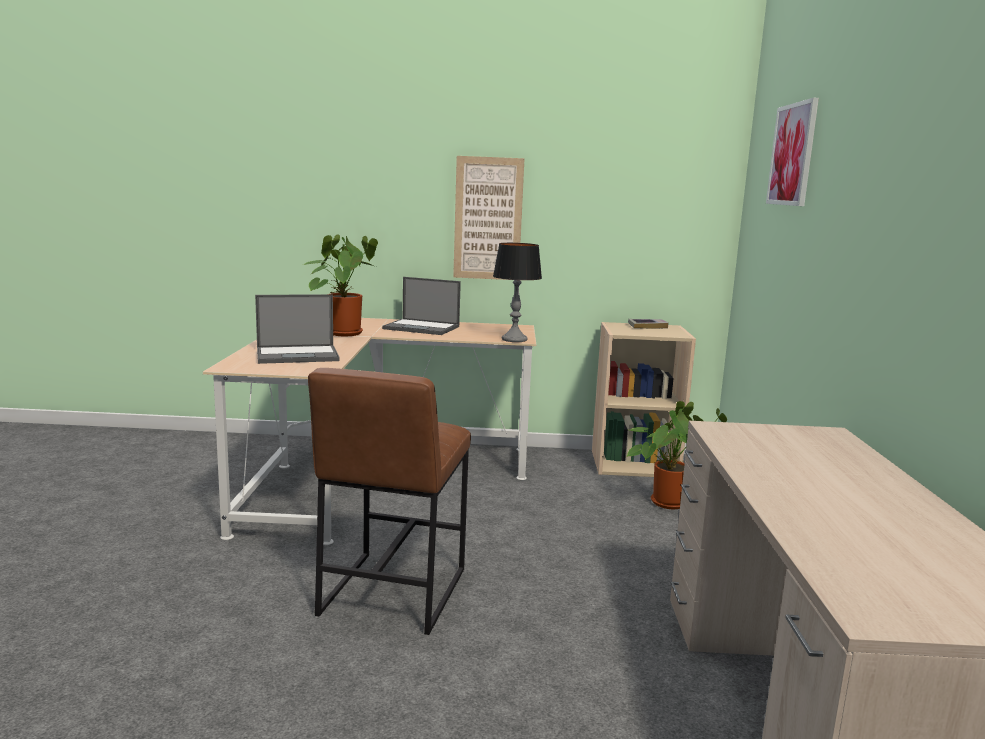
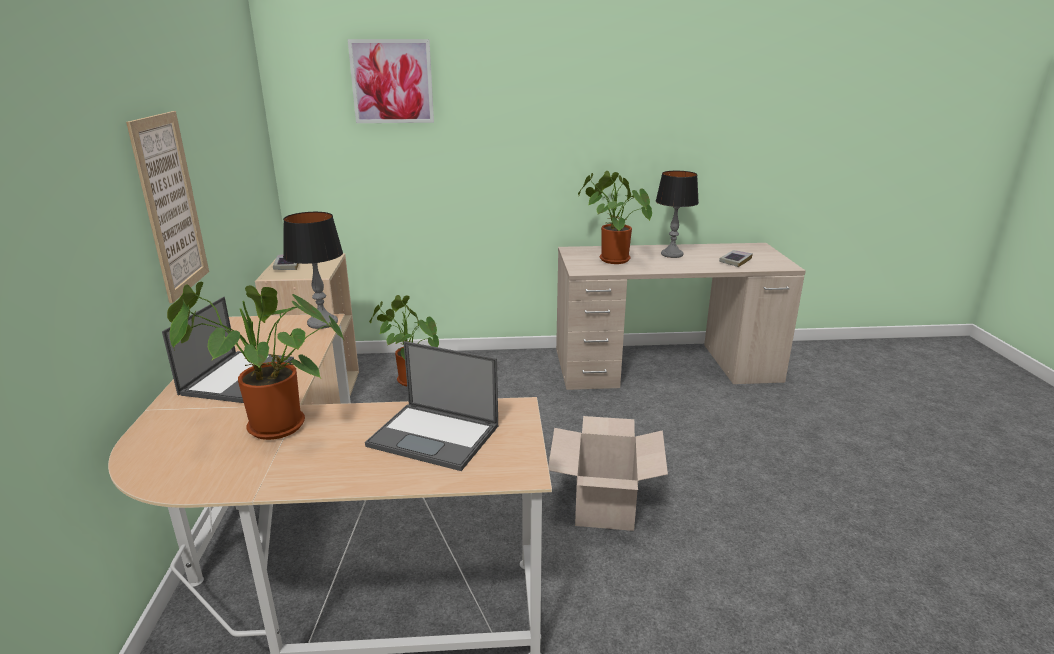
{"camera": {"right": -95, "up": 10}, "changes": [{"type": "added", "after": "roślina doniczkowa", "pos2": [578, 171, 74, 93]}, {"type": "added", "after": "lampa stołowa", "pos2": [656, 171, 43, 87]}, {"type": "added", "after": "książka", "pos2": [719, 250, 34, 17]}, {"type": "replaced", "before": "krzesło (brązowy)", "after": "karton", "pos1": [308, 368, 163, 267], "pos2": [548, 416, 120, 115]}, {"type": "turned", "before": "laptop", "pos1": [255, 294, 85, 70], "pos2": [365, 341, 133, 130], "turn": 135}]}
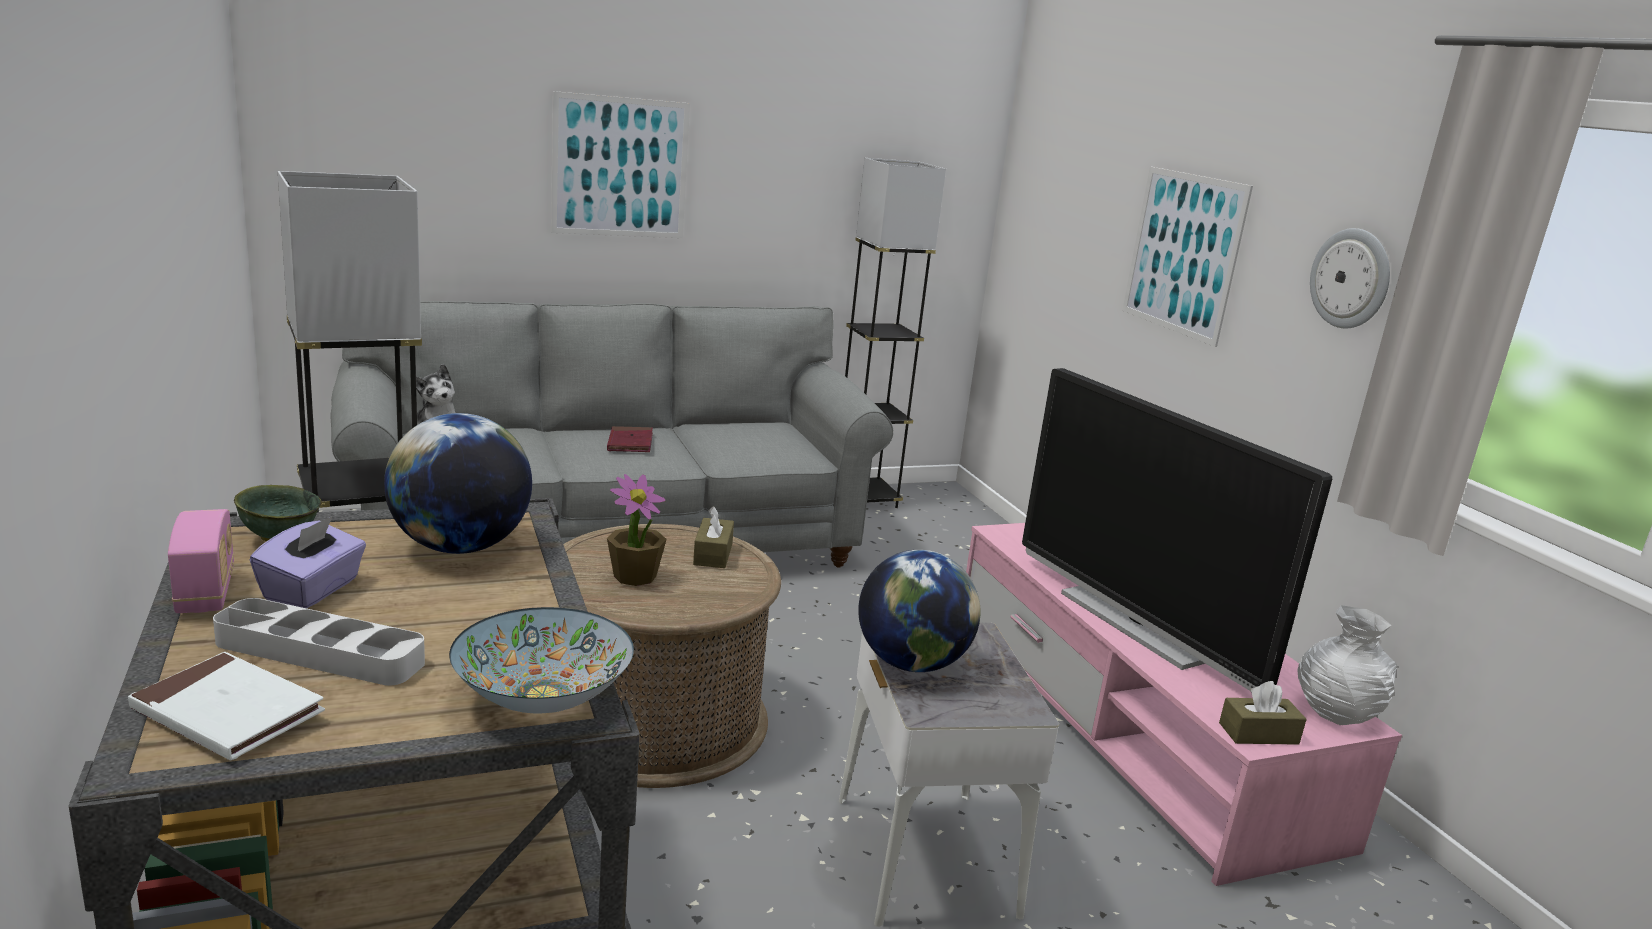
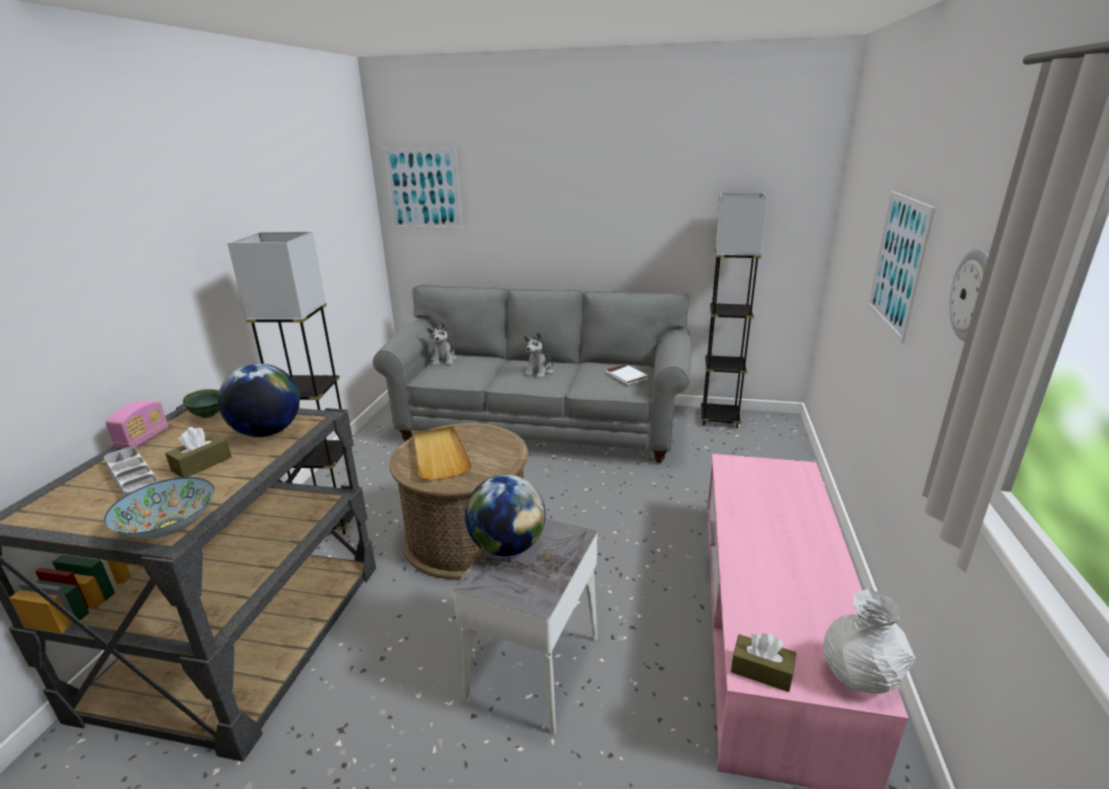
{"camera": {"right": 35, "up": 5}, "changes": [{"type": "removed", "before": "pudełko chusteczek (fioletowy)", "pos1": [250, 515, 116, 93]}, {"type": "removed", "before": "telewizor", "pos1": [1022, 368, 310, 323]}, {"type": "moved", "before": "książka (biały)", "pos1": [128, 652, 197, 108], "pos2": [606, 364, 42, 20]}, {"type": "moved", "before": "obraz", "pos1": [551, 91, 139, 147], "pos2": [382, 148, 80, 82]}, {"type": "moved", "before": "pudełko chusteczek (brązowy)", "pos1": [693, 506, 41, 62], "pos2": [165, 427, 67, 51]}, {"type": "replaced", "before": "książka (czerwony)", "after": "pluszak", "pos1": [607, 426, 46, 26], "pos2": [524, 332, 30, 46]}, {"type": "replaced", "before": "roślina doniczkowa", "after": "taca (beżowy)", "pos1": [607, 474, 60, 112], "pos2": [413, 426, 59, 54]}]}
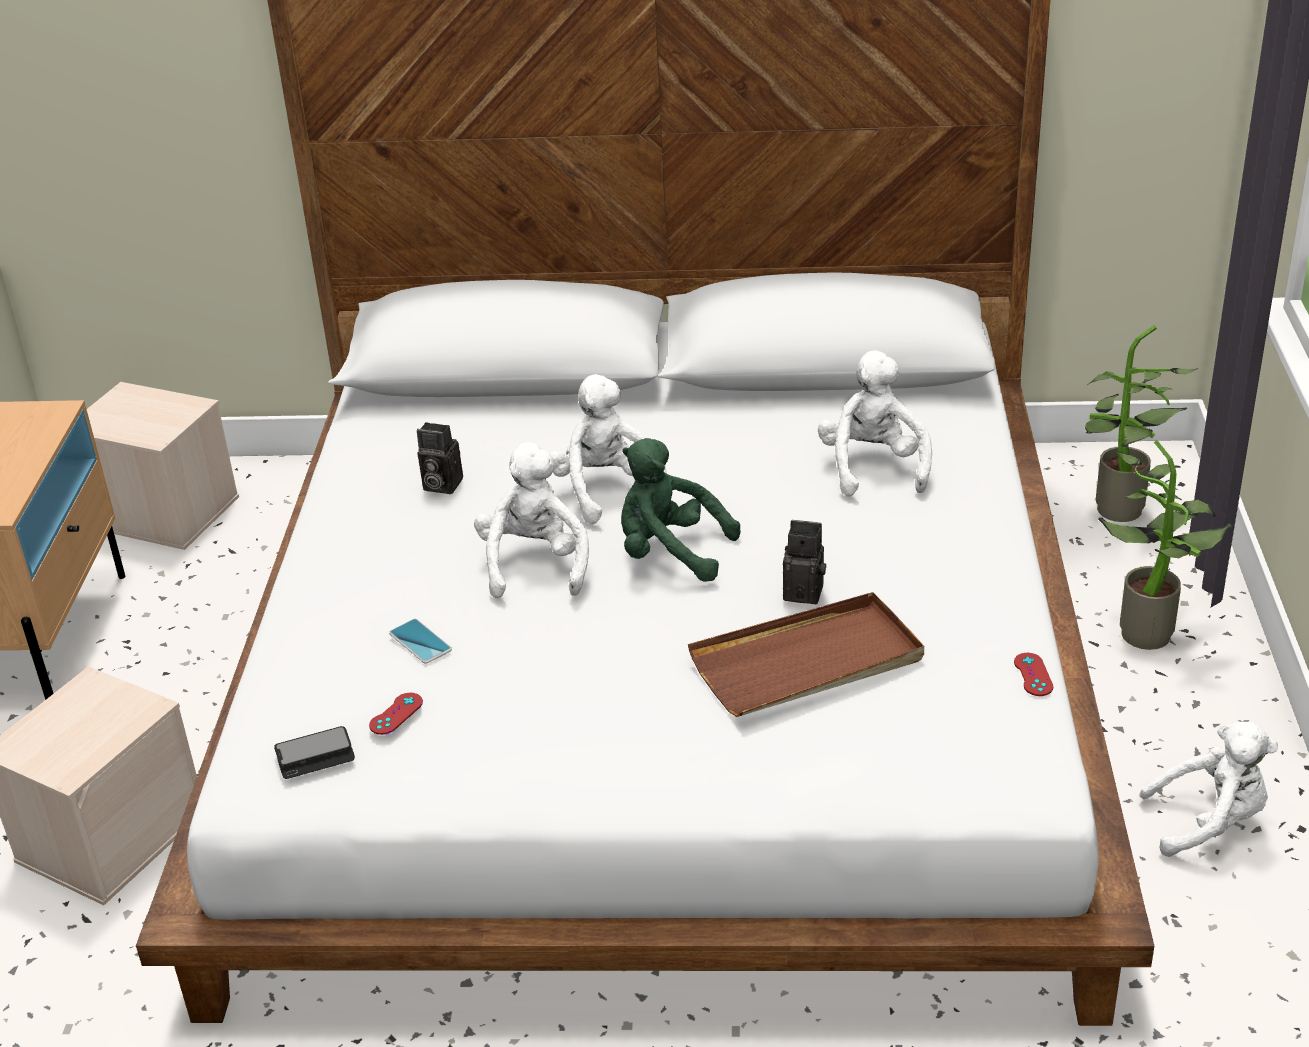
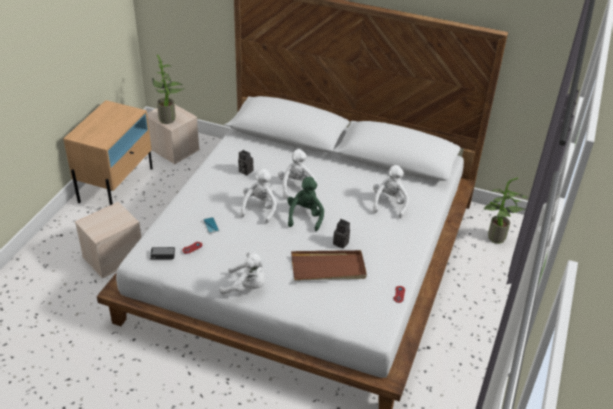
{"camera": {"right": 15, "up": 5}, "changes": [{"type": "moved", "before": "roślina doniczkowa", "pos1": [1098, 440, 133, 210], "pos2": [152, 54, 33, 70]}, {"type": "moved", "before": "pluszak (biały)", "pos1": [1139, 721, 139, 136], "pos2": [219, 252, 46, 42]}, {"type": "turned", "before": "pluszak (zielony)", "pos1": [621, 438, 119, 144], "pos2": [287, 177, 37, 54], "turn": 60}]}
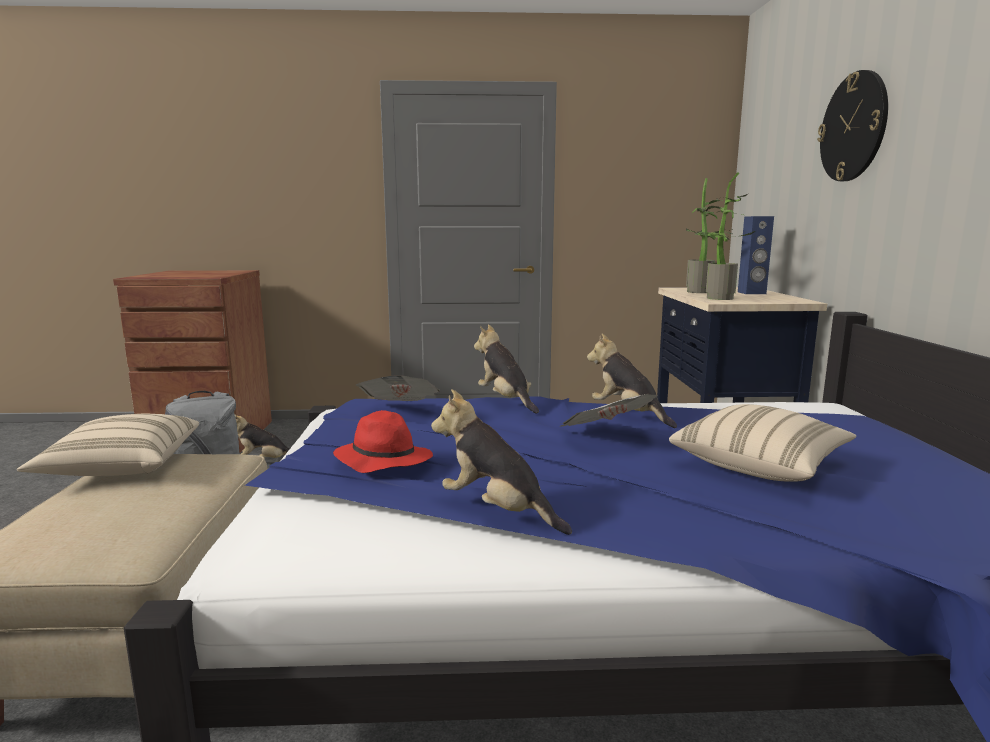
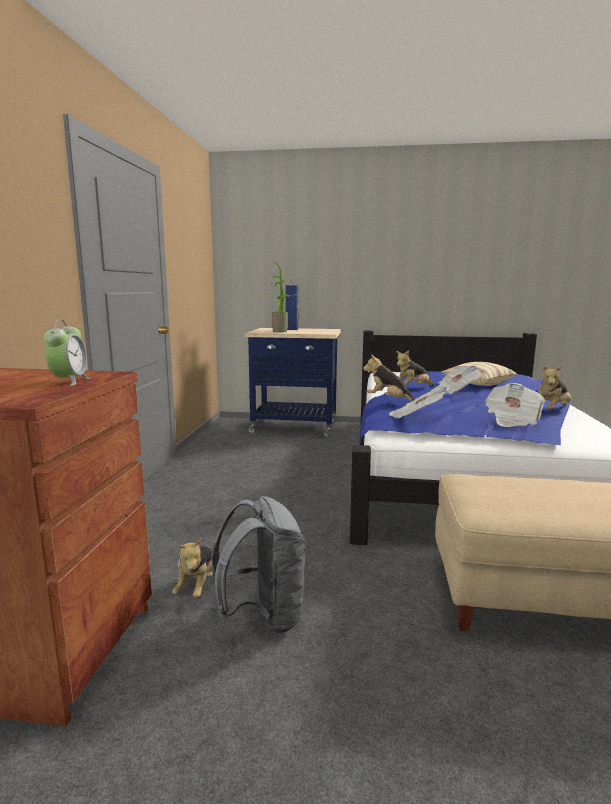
{"camera": {"right": -80, "up": 0}, "changes": [{"type": "removed", "before": "poduszka (beżowy)", "pos1": [17, 414, 182, 62]}, {"type": "removed", "before": "roślina doniczkowa", "pos1": [688, 172, 68, 128]}, {"type": "removed", "before": "zegar ścienny", "pos1": [817, 70, 71, 111]}, {"type": "added", "after": "budzik", "pos2": [44, 319, 46, 67]}, {"type": "replaced", "before": "kapelusz (czerwony)", "after": "gazeta", "pos1": [333, 410, 100, 63], "pos2": [485, 383, 60, 44]}, {"type": "turned", "before": "pluszak", "pos1": [474, 324, 65, 89], "pos2": [363, 355, 52, 47], "turn": 60}]}
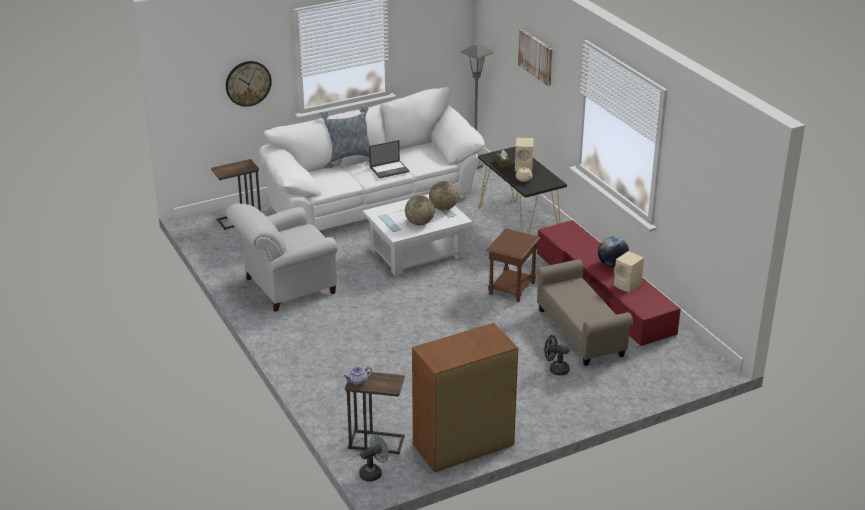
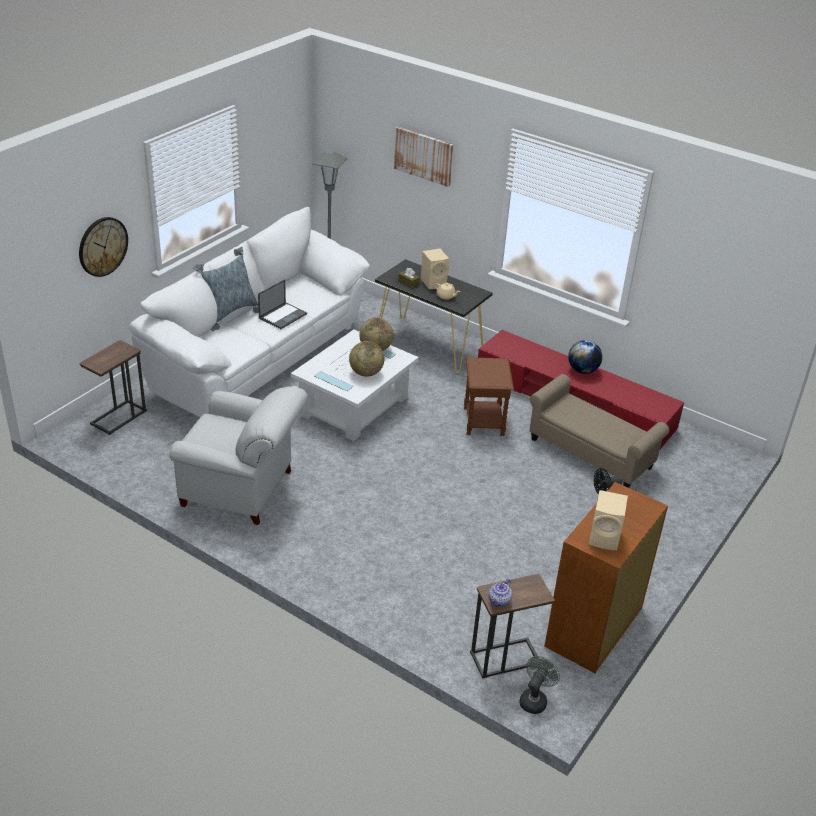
{"camera": {"right": -30, "up": 5}, "changes": [{"type": "moved", "before": "głośnik (beżowy)", "pos1": [614, 251, 30, 41], "pos2": [589, 490, 39, 60]}, {"type": "turned", "before": "fotel (biały)", "pos1": [226, 203, 112, 109], "pos2": [170, 386, 138, 139], "turn": -105}]}
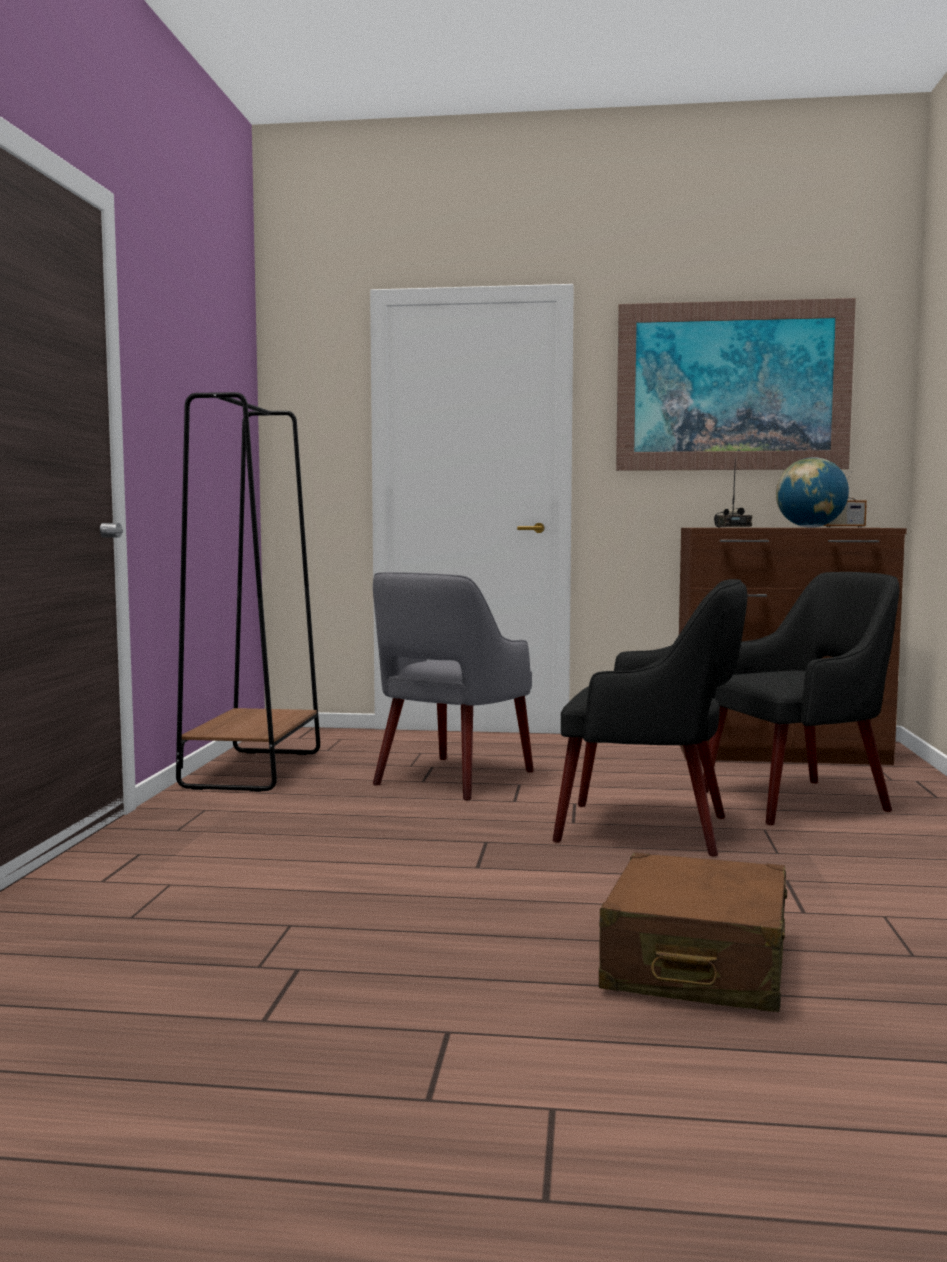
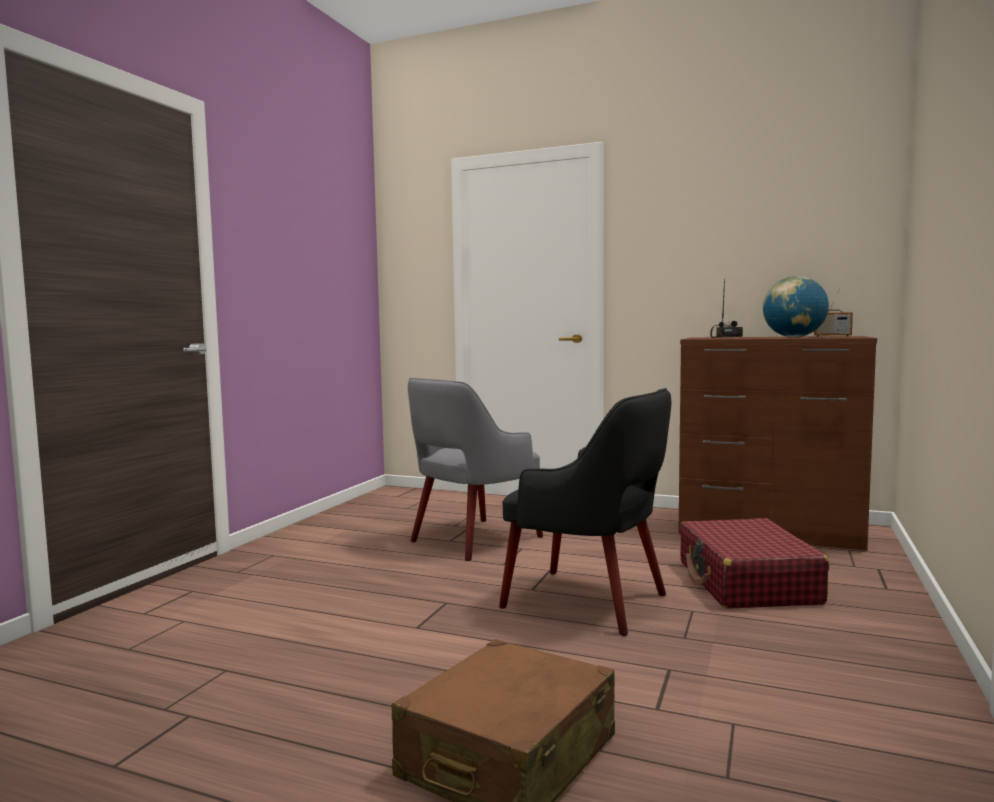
{"camera": {"right": 15, "up": 0}, "changes": [{"type": "removed", "before": "wieszak", "pos1": [176, 392, 144, 400]}, {"type": "removed", "before": "obraz", "pos1": [616, 298, 240, 173]}, {"type": "replaced", "before": "fotel (czarny)", "after": "walizka (czerwony)", "pos1": [703, 572, 196, 253], "pos2": [679, 518, 150, 91]}]}
